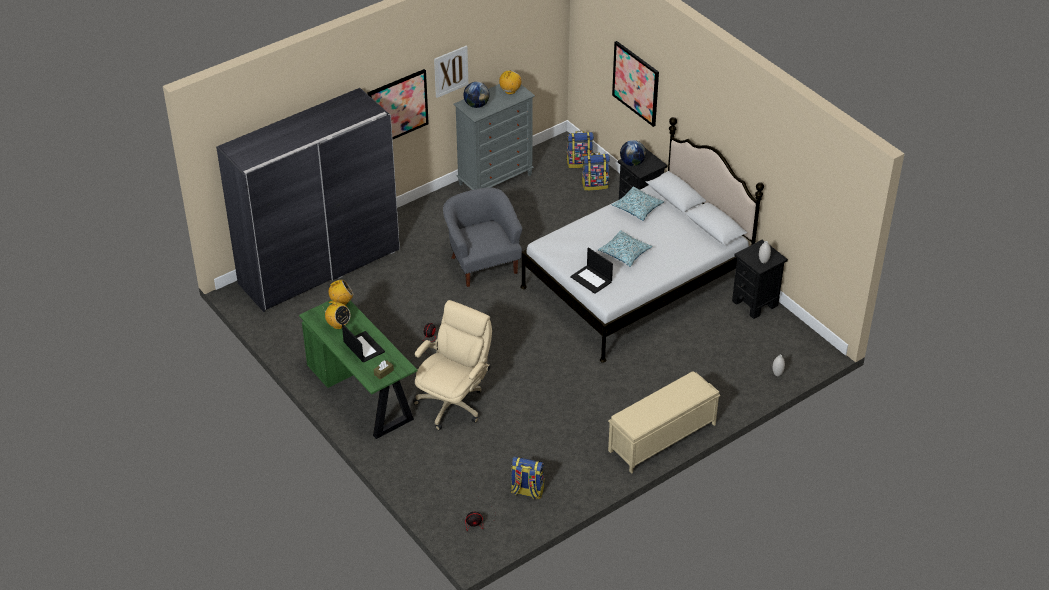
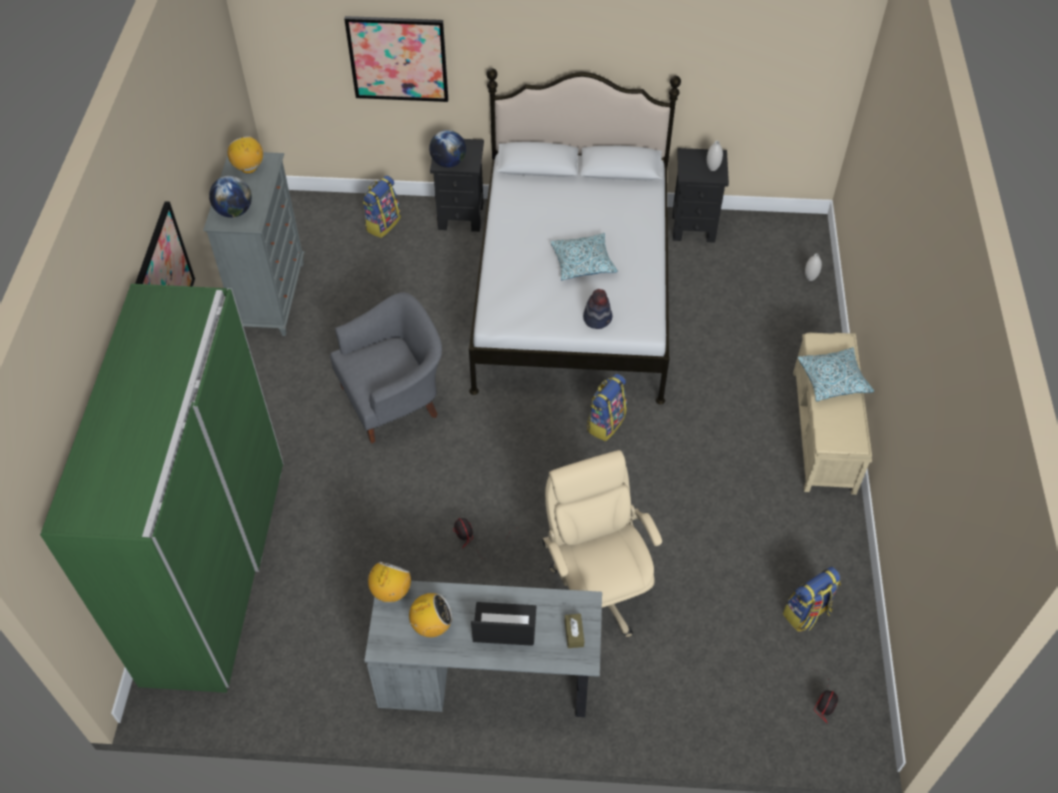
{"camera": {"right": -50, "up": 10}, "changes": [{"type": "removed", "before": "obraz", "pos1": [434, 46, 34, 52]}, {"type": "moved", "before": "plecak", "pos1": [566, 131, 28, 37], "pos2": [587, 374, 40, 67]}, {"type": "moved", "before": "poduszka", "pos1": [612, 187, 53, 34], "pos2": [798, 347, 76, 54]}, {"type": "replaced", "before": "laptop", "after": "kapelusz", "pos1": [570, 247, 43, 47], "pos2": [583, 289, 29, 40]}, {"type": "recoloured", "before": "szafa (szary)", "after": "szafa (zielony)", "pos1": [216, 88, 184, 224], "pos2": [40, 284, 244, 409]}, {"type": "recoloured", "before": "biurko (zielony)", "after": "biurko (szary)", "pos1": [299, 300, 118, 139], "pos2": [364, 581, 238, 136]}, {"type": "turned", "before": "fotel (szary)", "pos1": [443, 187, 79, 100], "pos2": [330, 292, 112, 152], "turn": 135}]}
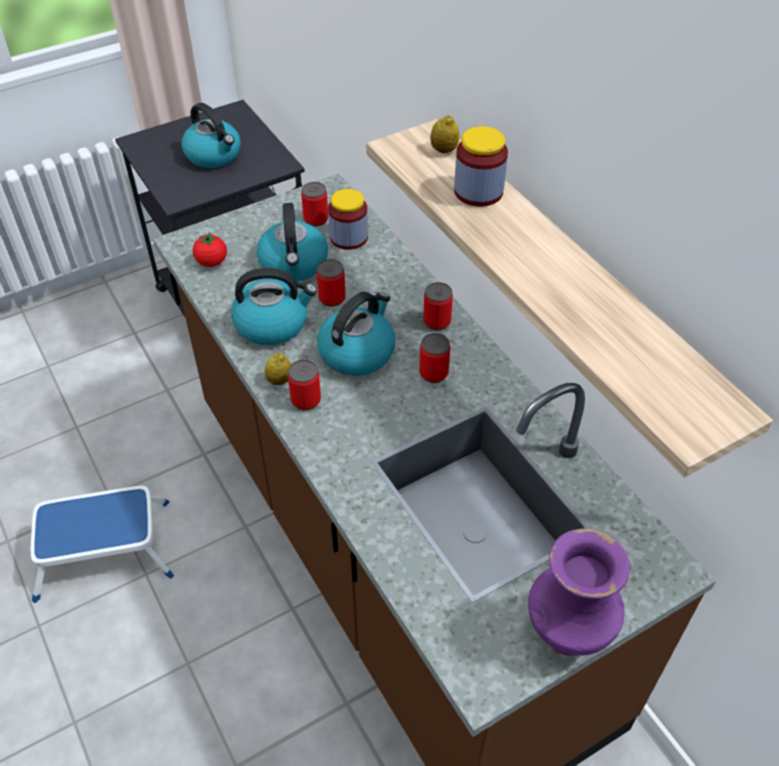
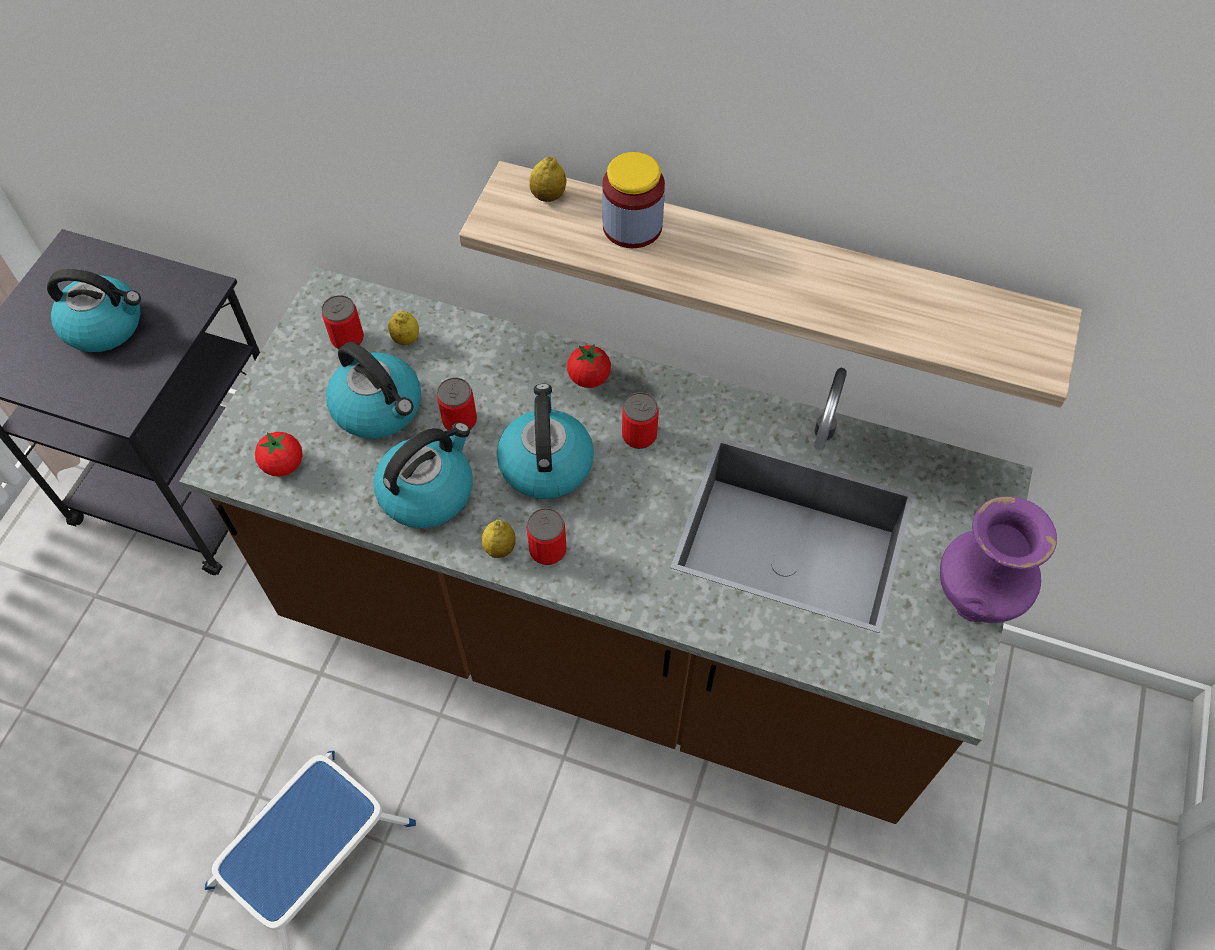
{"camera": {"right": -40, "up": 10}, "changes": [{"type": "replaced", "before": "słoik", "after": "cytryna", "pos1": [328, 189, 40, 61], "pos2": [388, 311, 31, 34]}, {"type": "replaced", "before": "puszka", "after": "pomidor", "pos1": [423, 282, 30, 49], "pos2": [567, 344, 44, 44]}]}
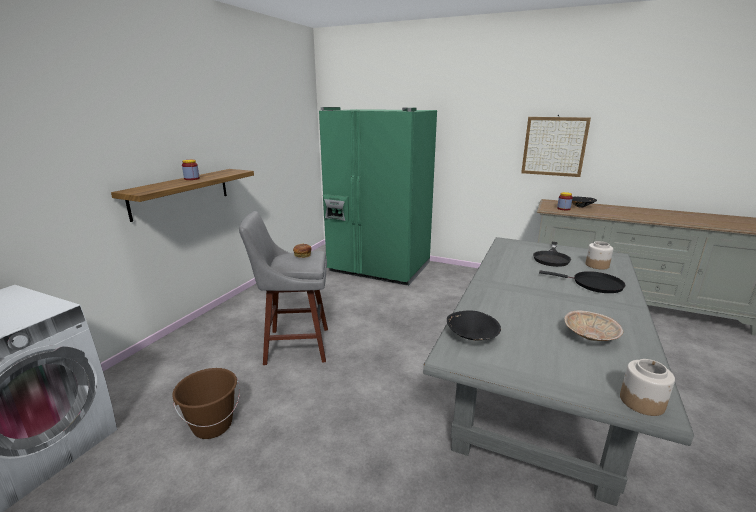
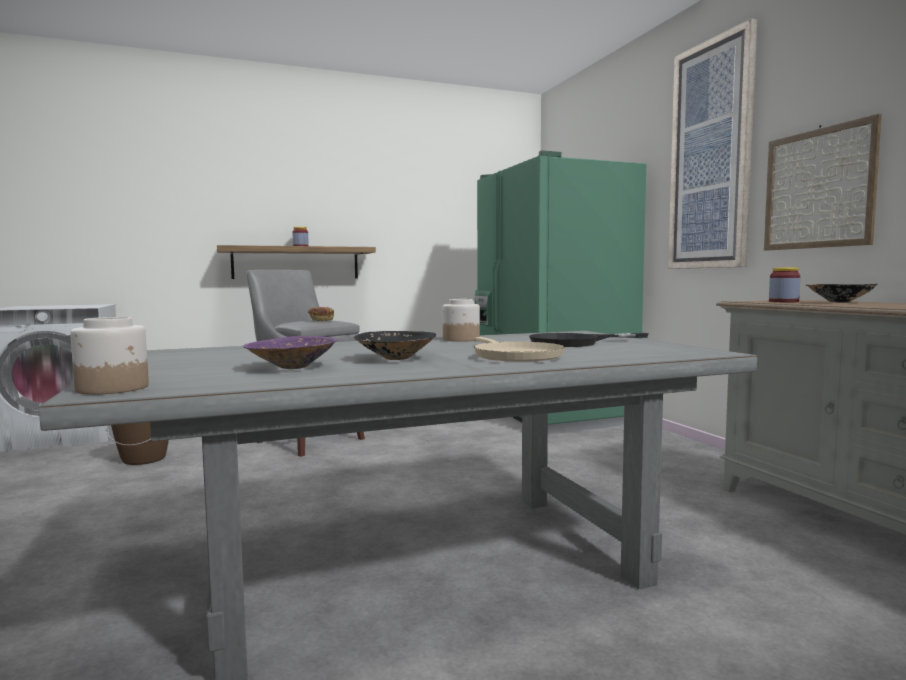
{"camera": {"right": 45, "up": -15}, "changes": [{"type": "added", "after": "obraz", "pos2": [668, 18, 89, 251]}, {"type": "moved", "before": "miska (czarny)", "pos1": [447, 311, 54, 29], "pos2": [354, 331, 83, 29]}, {"type": "moved", "before": "słoik", "pos1": [586, 241, 27, 29], "pos2": [443, 299, 37, 43]}, {"type": "recoloured", "before": "patelnia (czarny)", "after": "patelnia (beżowy)", "pos1": [539, 270, 86, 23], "pos2": [474, 337, 91, 25]}, {"type": "recoloured", "before": "miska (beżowy)", "after": "miska (fioletowy)", "pos1": [564, 311, 59, 30], "pos2": [242, 336, 95, 33]}]}
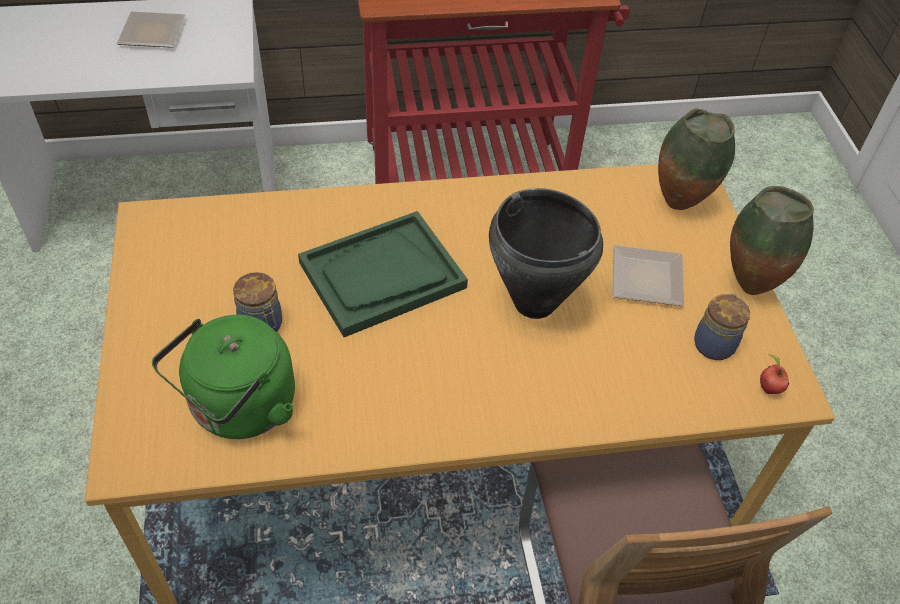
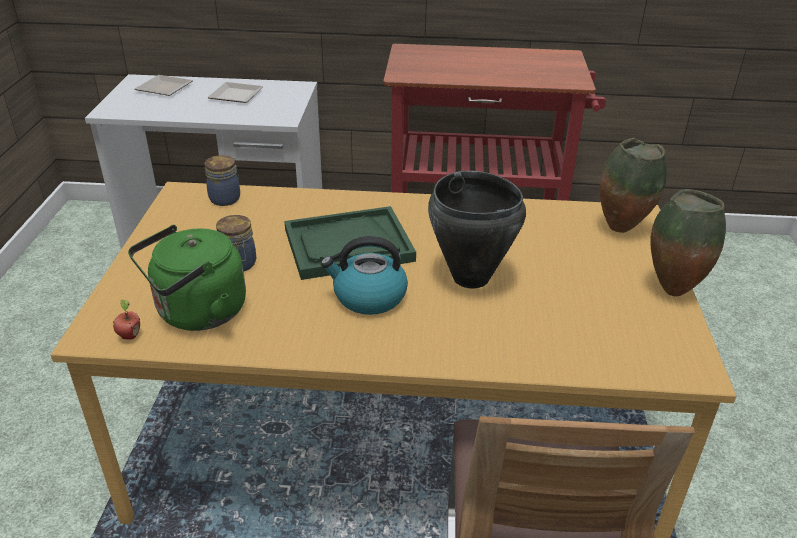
{"camera": {"right": 15, "up": -15}, "changes": [{"type": "added", "after": "czajnik", "pos2": [321, 236, 87, 79]}, {"type": "moved", "before": "talerz", "pos1": [612, 245, 72, 61], "pos2": [135, 75, 58, 21]}, {"type": "moved", "before": "słoik", "pos1": [694, 294, 56, 66], "pos2": [205, 155, 35, 51]}, {"type": "moved", "before": "jabłko", "pos1": [760, 354, 29, 40], "pos2": [113, 299, 27, 41]}]}
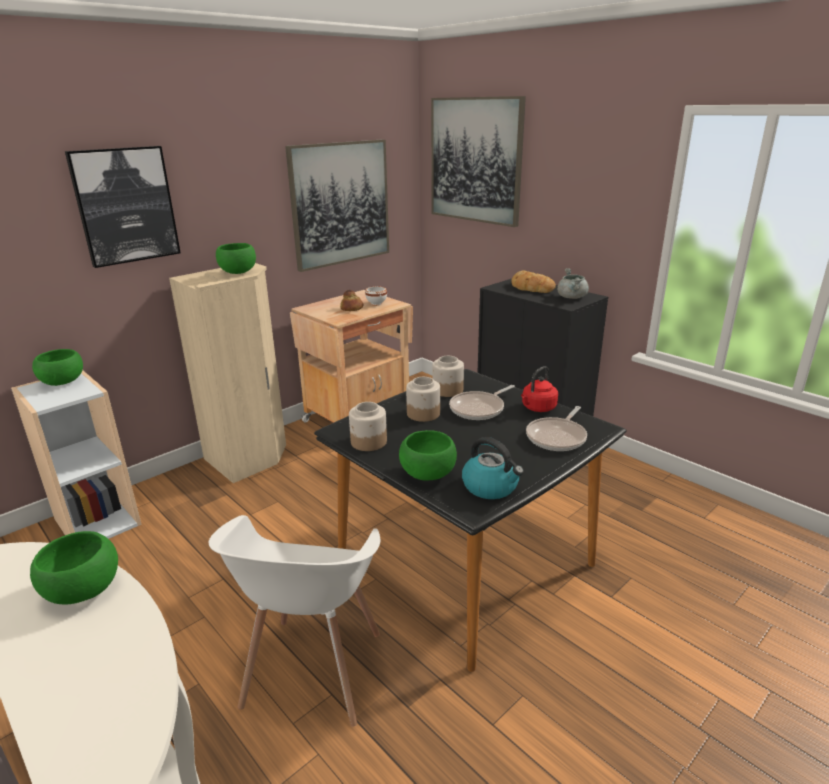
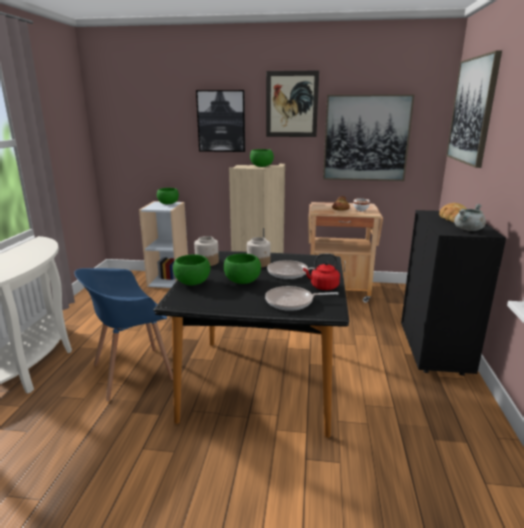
{"camera": {"right": 50, "up": -5}, "changes": [{"type": "removed", "before": "słoik", "pos1": [432, 356, 32, 41]}, {"type": "removed", "before": "czajnik", "pos1": [462, 437, 62, 62]}, {"type": "added", "after": "obraz", "pos2": [266, 71, 53, 66]}, {"type": "moved", "before": "miska (zielony)", "pos1": [30, 531, 88, 73], "pos2": [224, 254, 37, 30]}, {"type": "recoloured", "before": "krzesło (biały)", "after": "krzesło (niebieski)", "pos1": [209, 515, 171, 212], "pos2": [74, 268, 99, 133]}]}
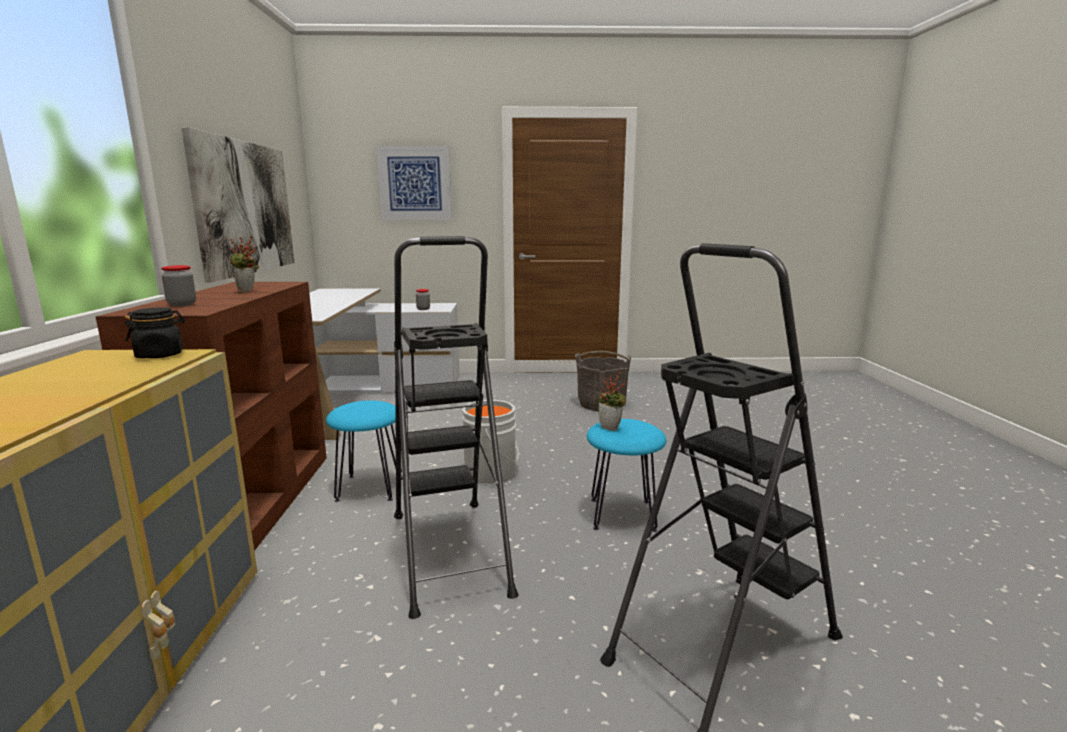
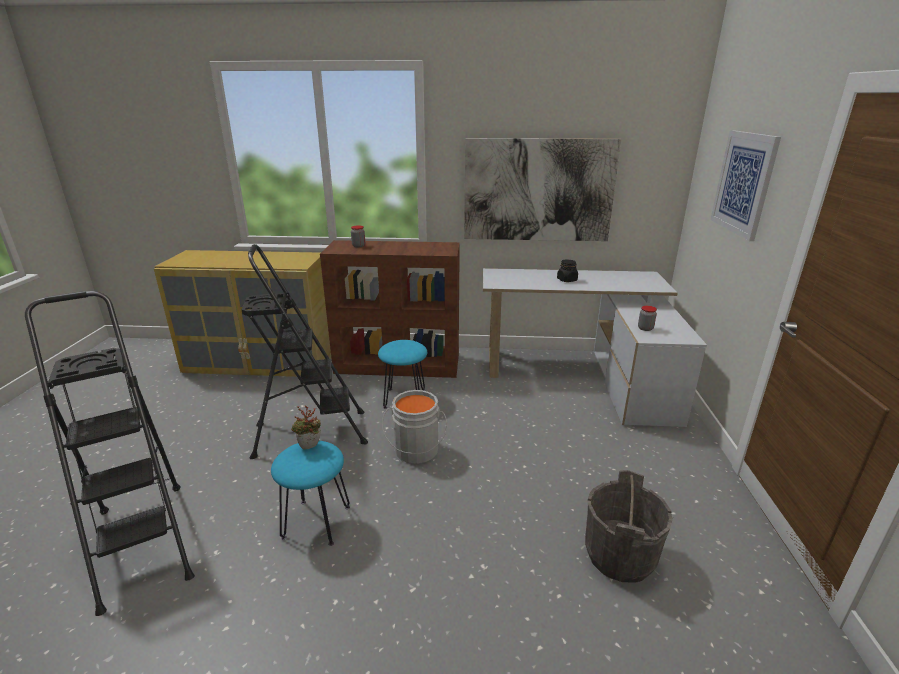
{"camera": {"right": 95, "up": 10}, "changes": [{"type": "removed", "before": "roślina doniczkowa", "pos1": [229, 236, 30, 56]}, {"type": "moved", "before": "słoik (czarny)", "pos1": [125, 307, 60, 51], "pos2": [557, 260, 21, 22]}]}
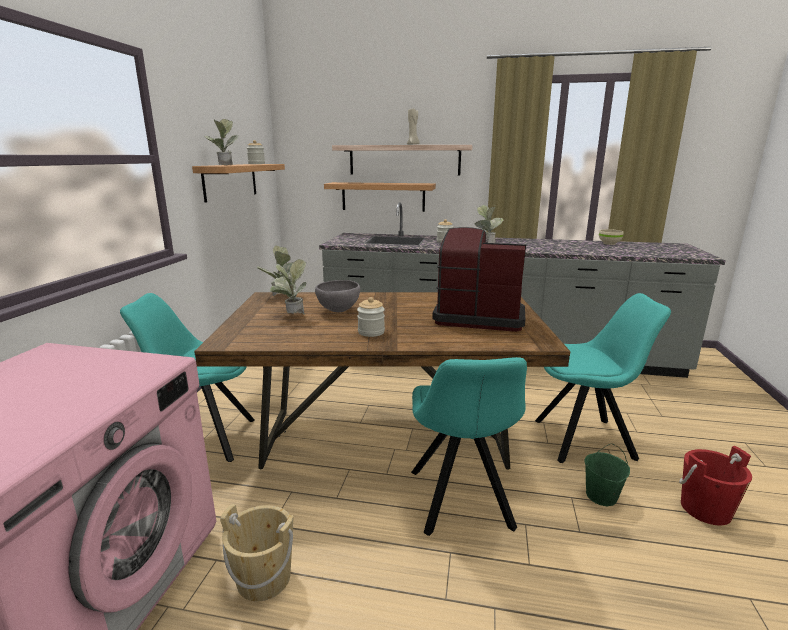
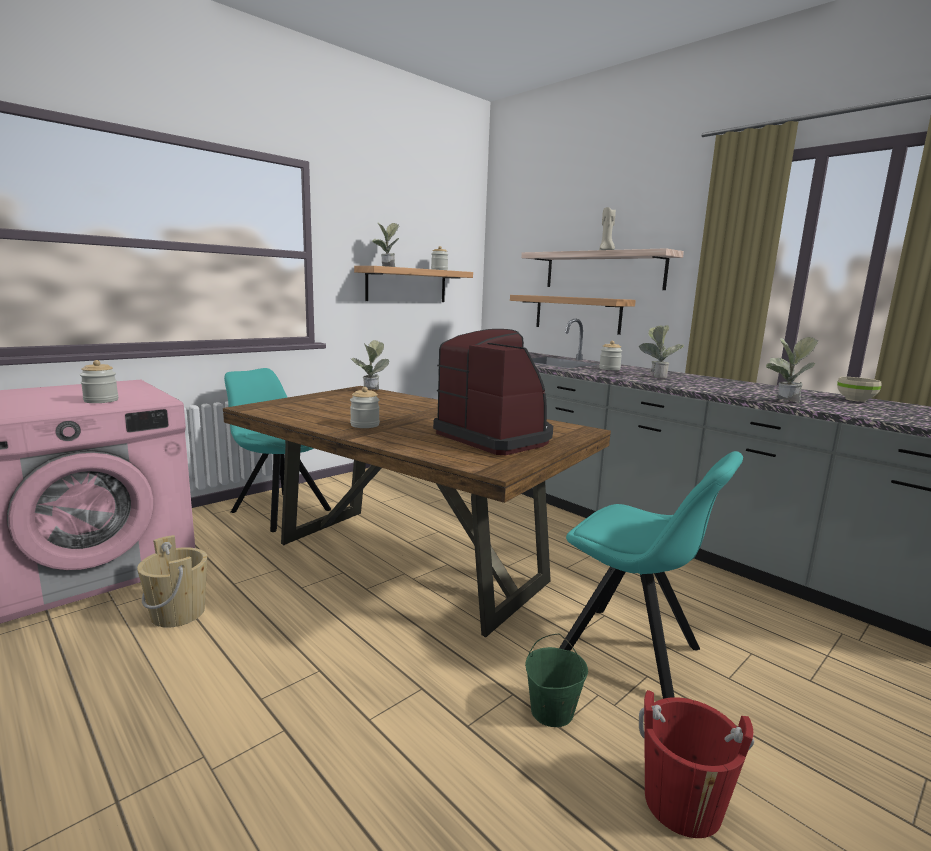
{"camera": {"right": 35, "up": -5}, "changes": [{"type": "removed", "before": "miska (szary)", "pos1": [315, 280, 45, 32]}, {"type": "removed", "before": "krzesło (turkusowy)", "pos1": [411, 357, 116, 179]}, {"type": "added", "after": "słoik", "pos2": [80, 360, 39, 43]}, {"type": "moved", "before": "roślina doniczkowa", "pos1": [270, 259, 37, 56], "pos2": [766, 337, 52, 66]}]}
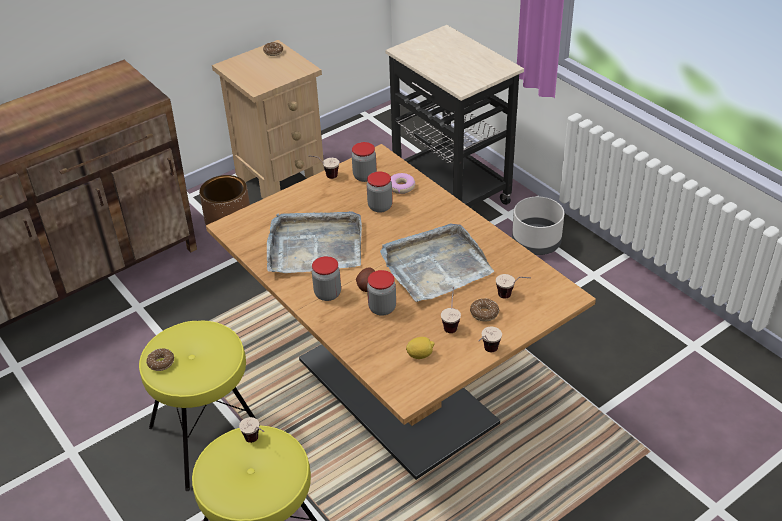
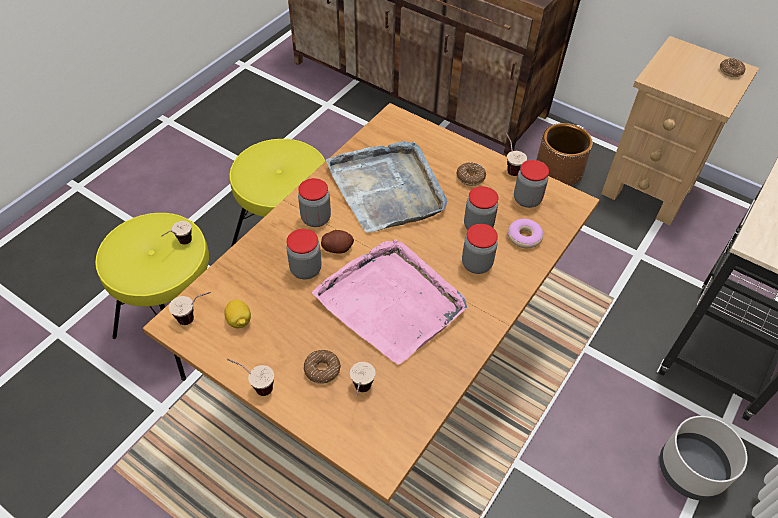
{"camera": {"right": 70, "up": 10}, "changes": [{"type": "added", "after": "słoik", "pos2": [462, 224, 36, 50]}, {"type": "moved", "before": "donut", "pos1": [146, 348, 28, 23], "pos2": [456, 162, 30, 24]}, {"type": "moved", "before": "filiżanka", "pos1": [441, 287, 20, 46], "pos2": [169, 292, 42, 33]}, {"type": "recoloured", "before": "taca (szary)", "after": "taca (różowy)", "pos1": [380, 223, 114, 79], "pos2": [312, 239, 155, 125]}]}
